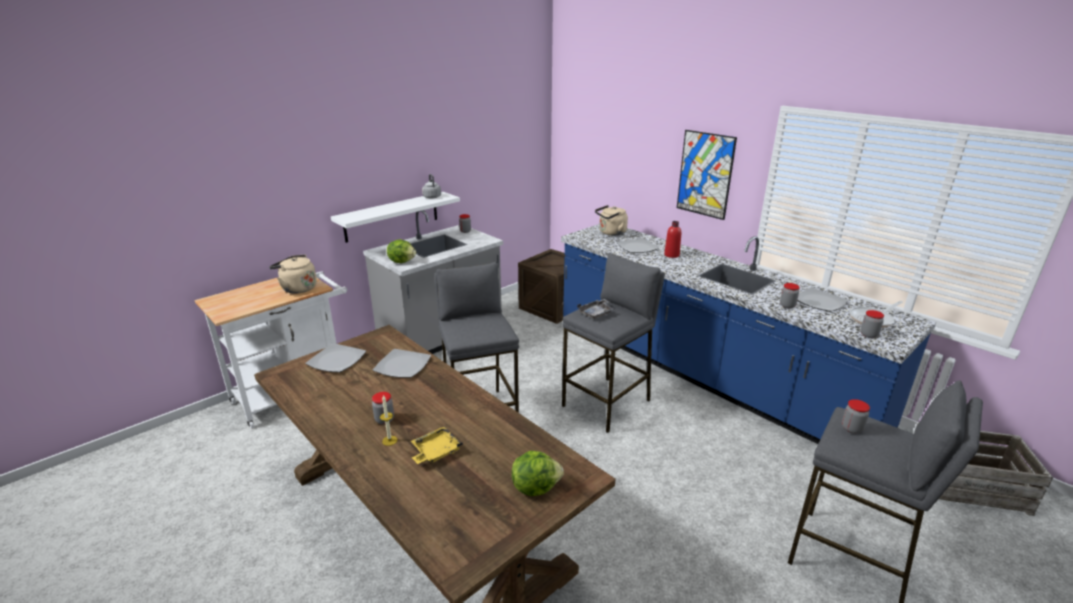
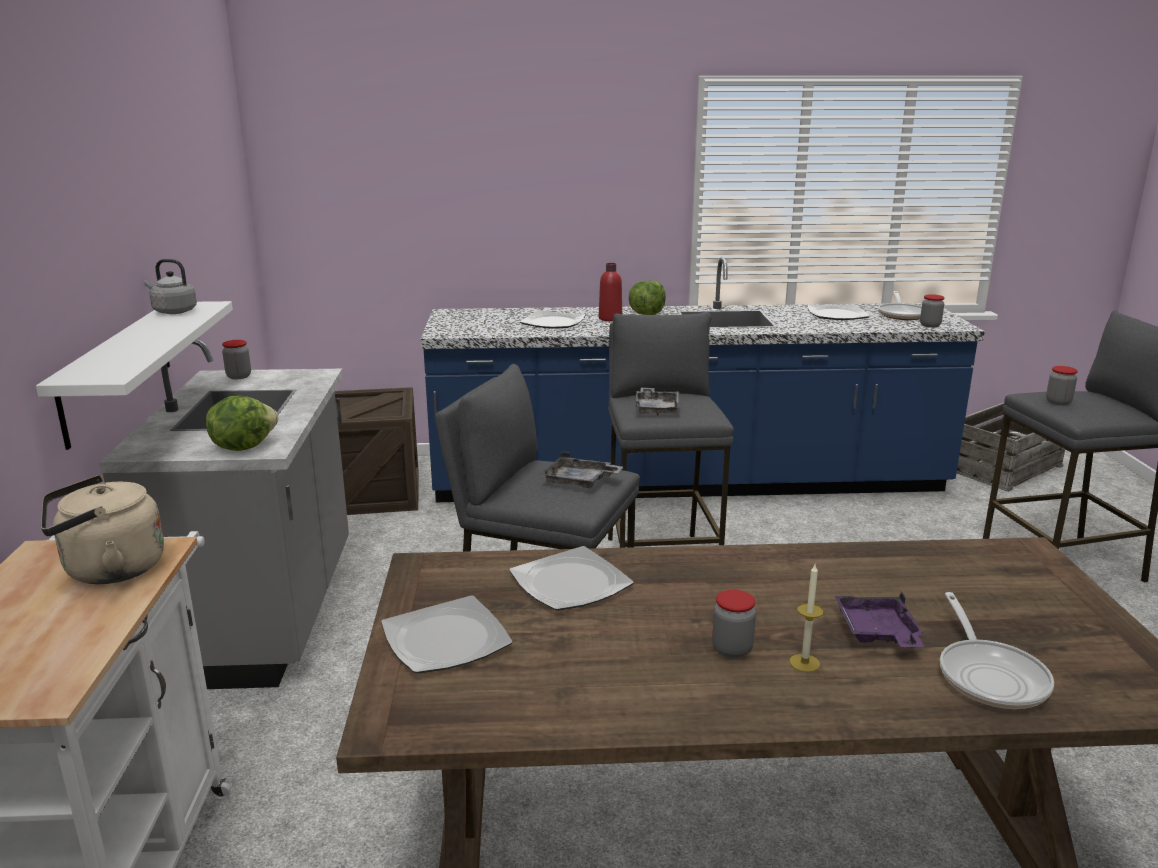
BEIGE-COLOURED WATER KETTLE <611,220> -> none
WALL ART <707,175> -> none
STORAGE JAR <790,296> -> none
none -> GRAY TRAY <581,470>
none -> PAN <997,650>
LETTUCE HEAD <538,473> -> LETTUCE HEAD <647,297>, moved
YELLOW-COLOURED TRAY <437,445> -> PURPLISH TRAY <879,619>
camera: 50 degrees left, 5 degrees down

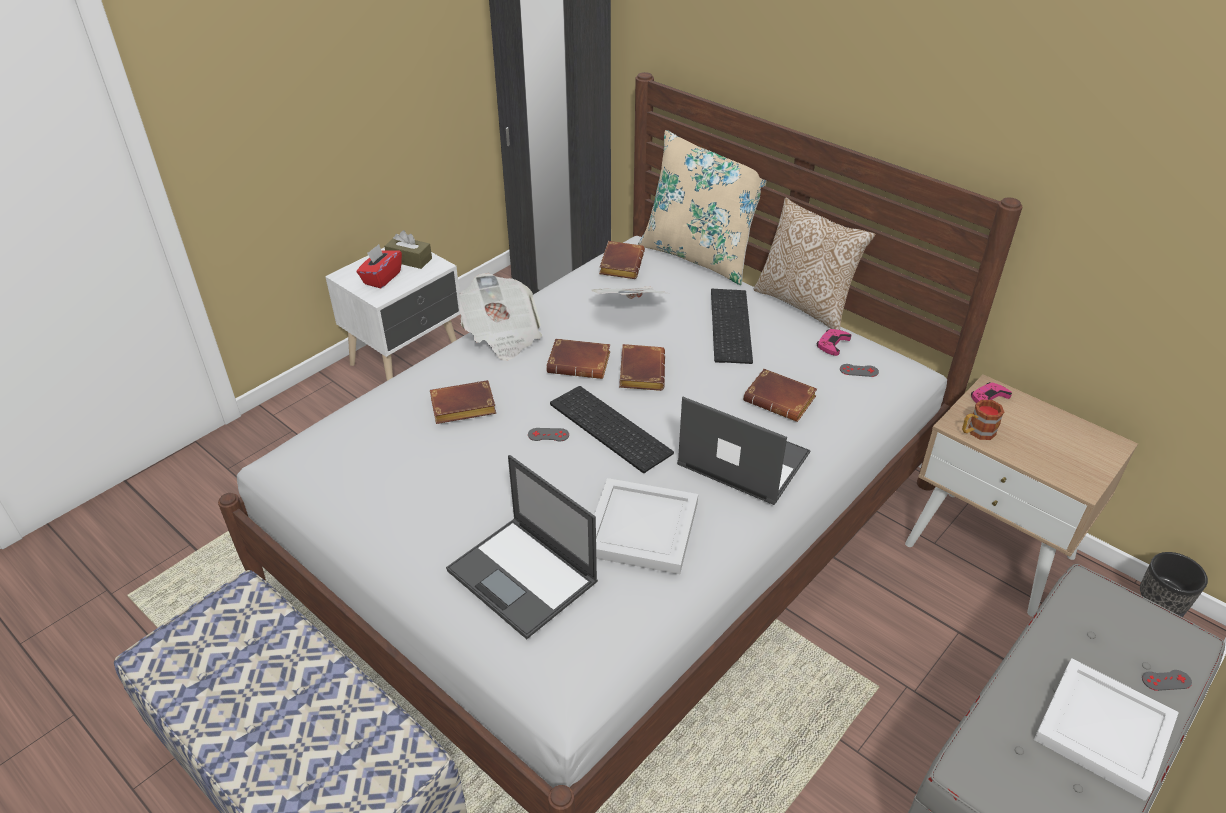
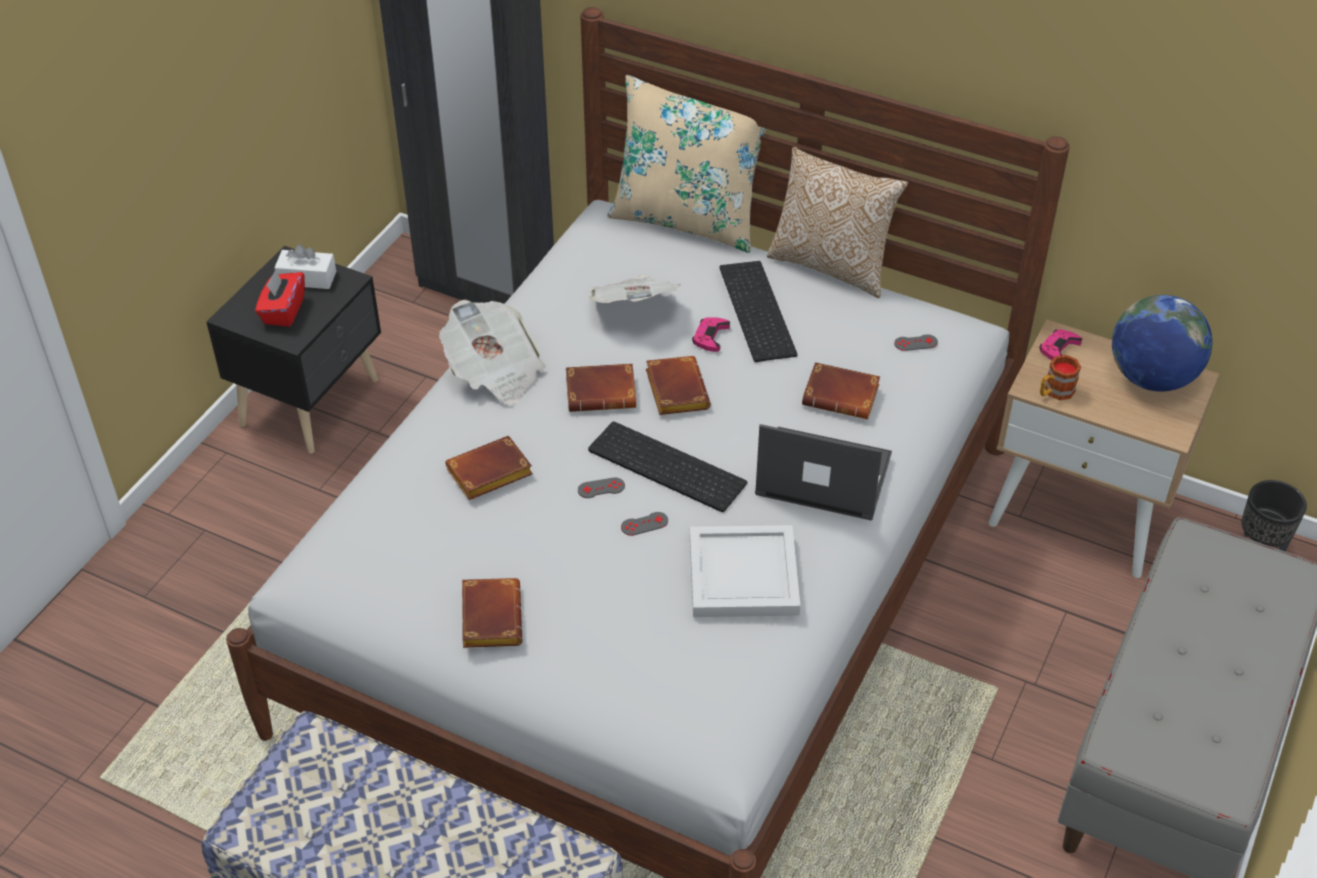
PORTABLE COMPUTER <522,547> -> none
WHITE-COLOURED TRAY <1106,729> -> none
none -> DESK GLOBE <1162,343>
BROWN-COLOURED BOUND BOOK <622,260> -> BROWN-COLOURED BOUND BOOK <492,613>, moved
PINK JOYPAD <834,342> -> PINK JOYPAD <711,334>, moved
GRAY JOYPAD <1167,680> -> GRAY JOYPAD <644,524>, moved
WHITE-COLOURED NIGHTSTAND <392,314> -> BLACKISH NIGHTSTAND <293,350>
BROWN-COLOURED BOX OF TISSUES <408,249> -> WHITE-COLOURED BOX OF TISSUES <305,266>
camera: 15 degrees left, 5 degrees up

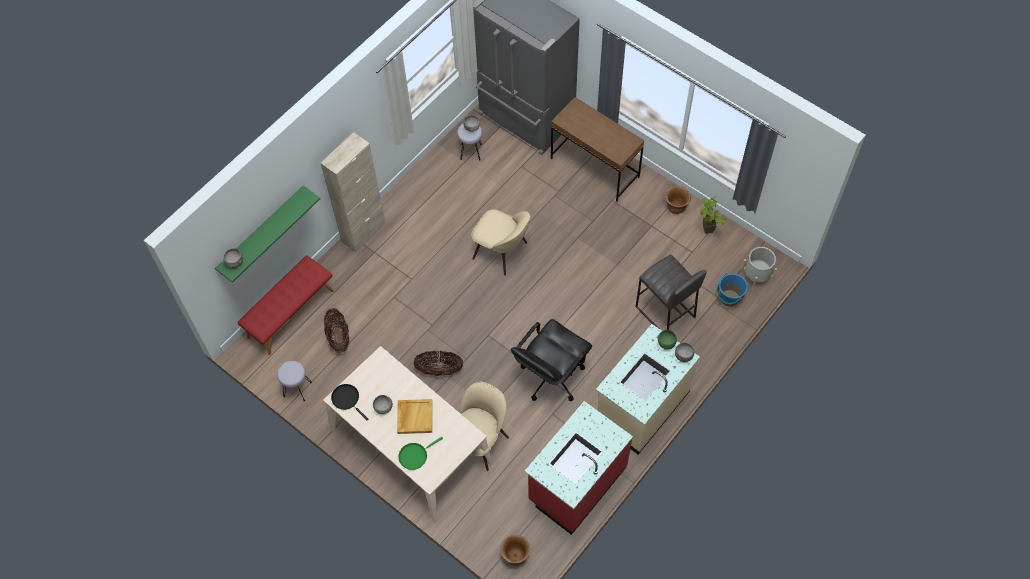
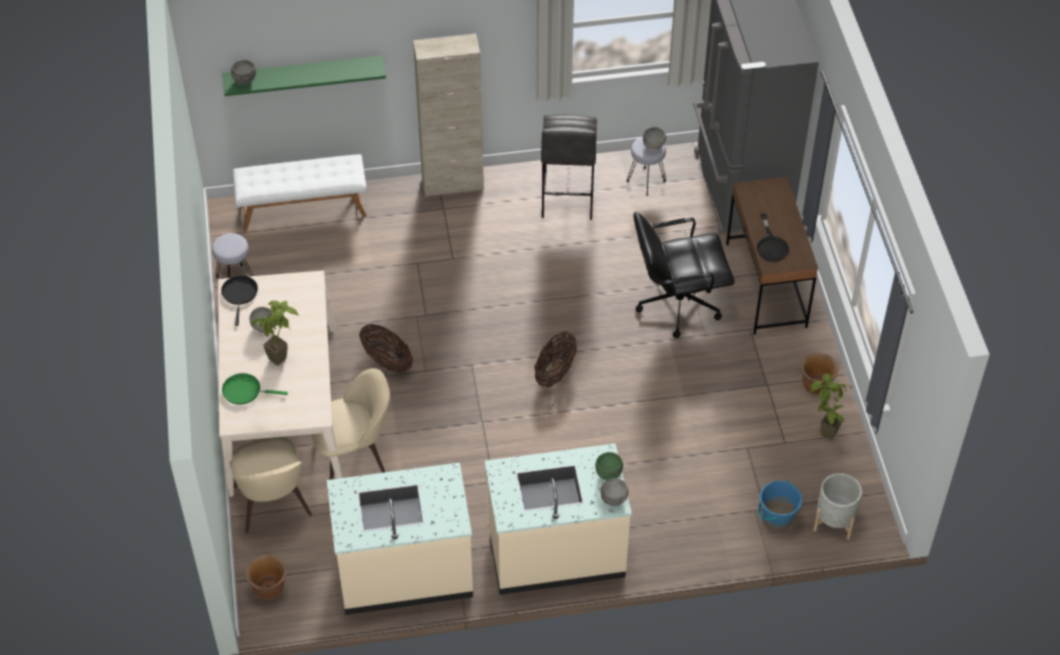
none -> BLACKISH PAN <773,237>
BASKET <336,330> -> BASKET <555,359>, moved
BEIGE-COLOURED CHAIR <500,242> -> BEIGE-COLOURED CHAIR <270,485>, moved
BLACKISH DESK CHAIR <551,360> -> BLACKISH DESK CHAIR <683,275>, moved
GRAY STOOL <671,292> -> GRAY STOOL <569,167>, moved
BEIGE-COLOURED TRAY <414,416> -> PLANT IN A POT <275,333>
REDDISH LONG SEAT <285,305> -> WHITE-COLOURED LONG SEAT <300,192>
REDDISH COUNTER <578,468> -> BEIGE-COLOURED COUNTER <400,539>
camera: 40 degrees right, 10 degrees down

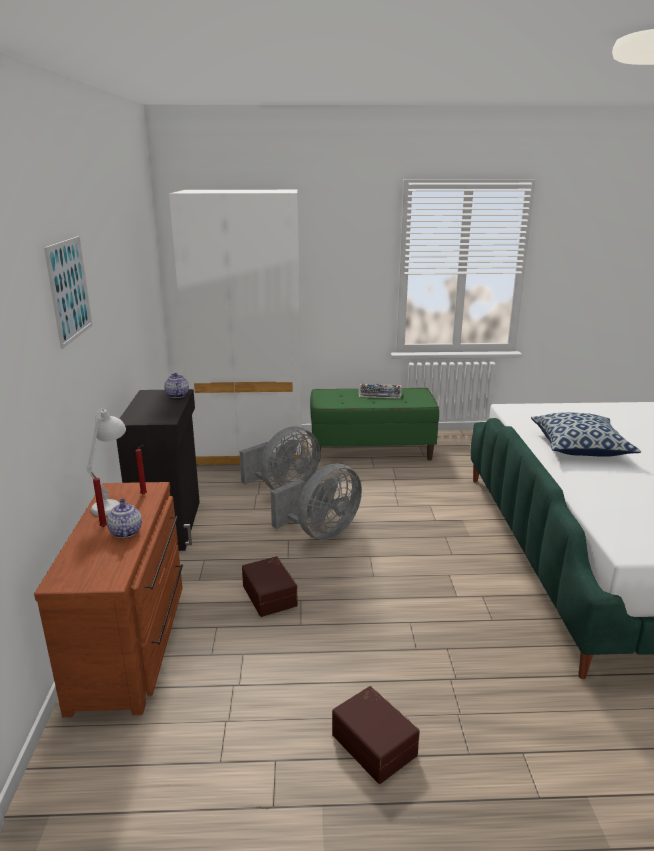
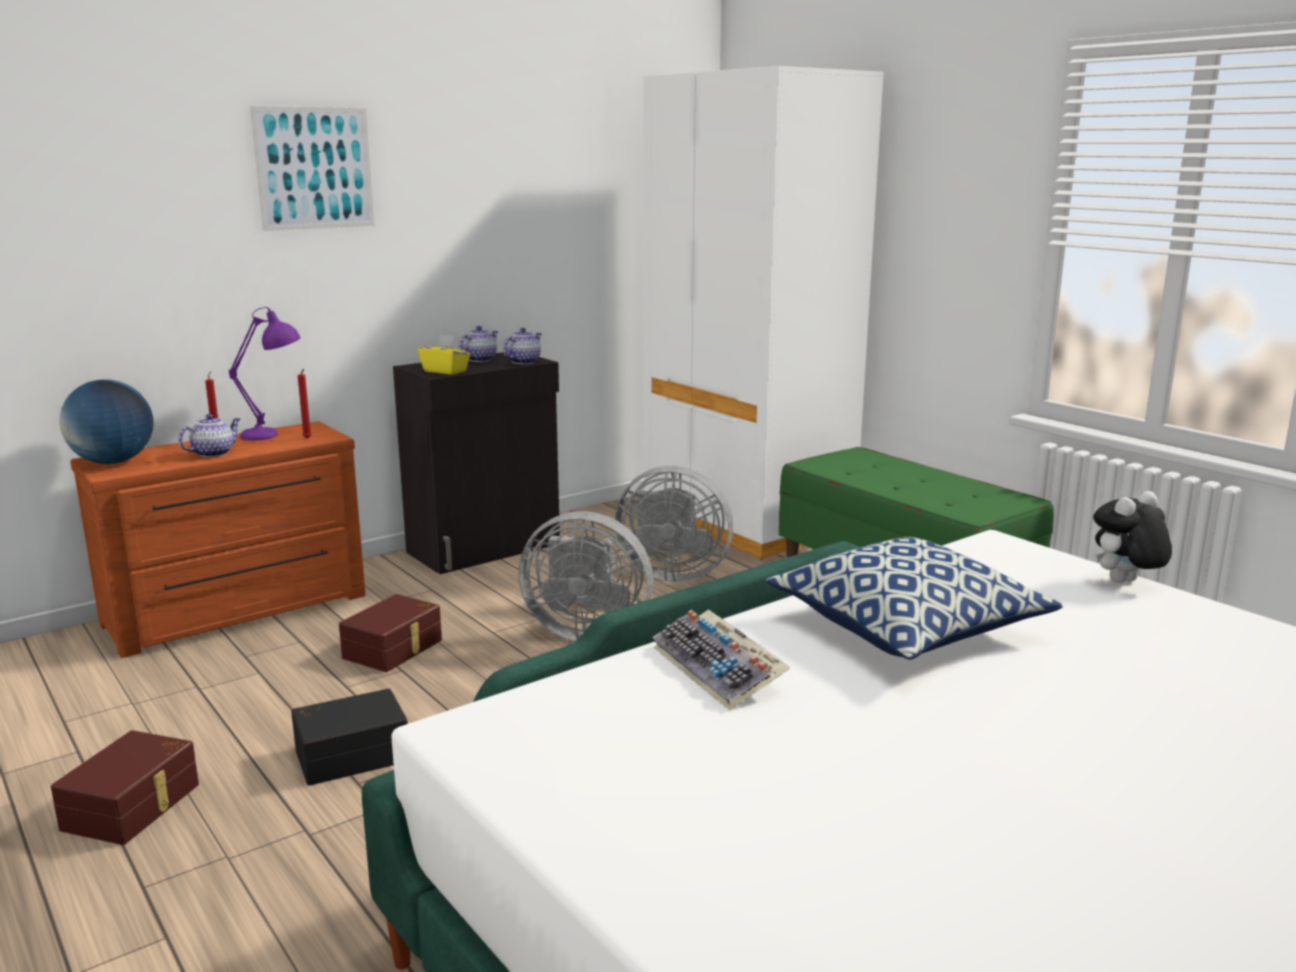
none -> DESK GLOBE <106,421>
none -> BLACKISH STORAGE BIN <349,737>
none -> YELLOW-COLOURED BOX OF TISSUES <444,354>
none -> POT FOR TEA <478,344>
none -> CUDDLY TOY <1132,537>
COMPUTER KEYBOARD <380,391> -> COMPUTER KEYBOARD <721,659>, moved
WHITE-COLOURED TABLETOP LAMP <106,462> -> PURPLISH TABLETOP LAMP <264,374>
camera: 55 degrees right, 5 degrees down

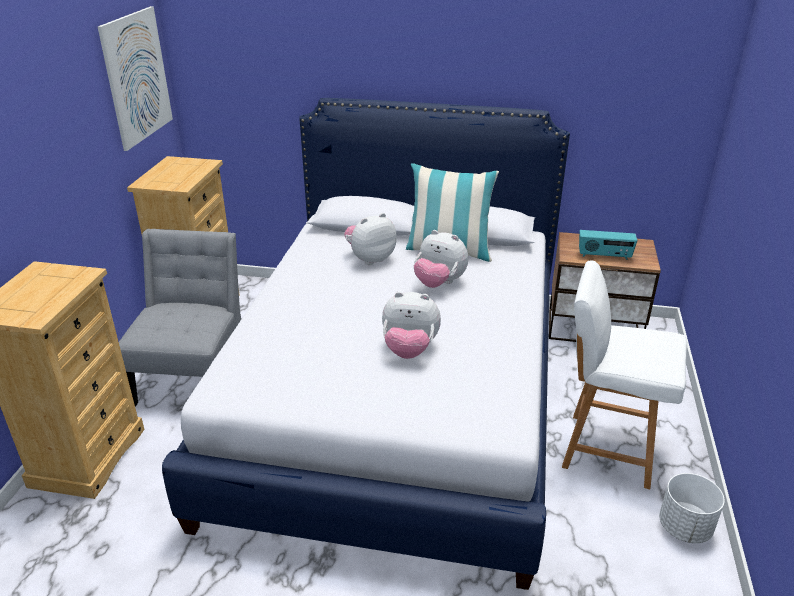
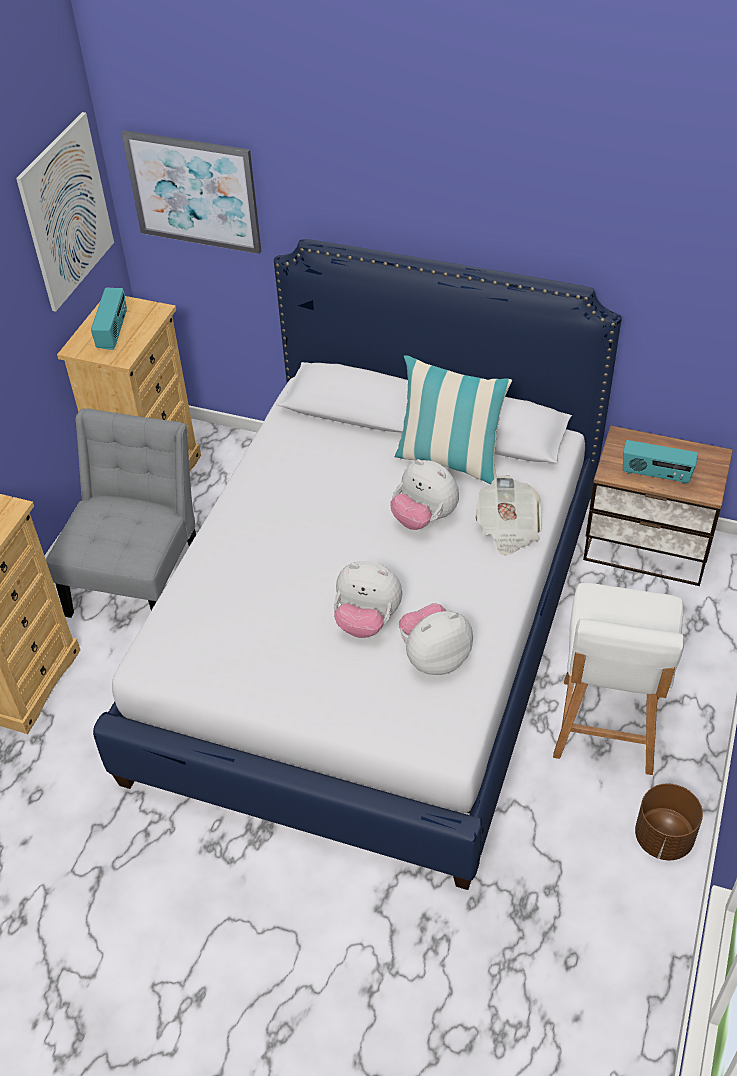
none -> RADIO RECEIVER <109,319>
none -> WALL ART <191,192>
none -> PRINTED PAPER <508,515>
CUDDLY TOY <370,239> -> CUDDLY TOY <436,639>, moved
WHITE-COLOURED PLANT POT <692,508> -> BROWN-COLOURED PLANT POT <669,821>
WHITE-COLOURED CHAIR <624,374> -> WHITE-COLOURED CHAIR <619,679>, 105 degrees counterclockwise
camera: 10 degrees right, 15 degrees up

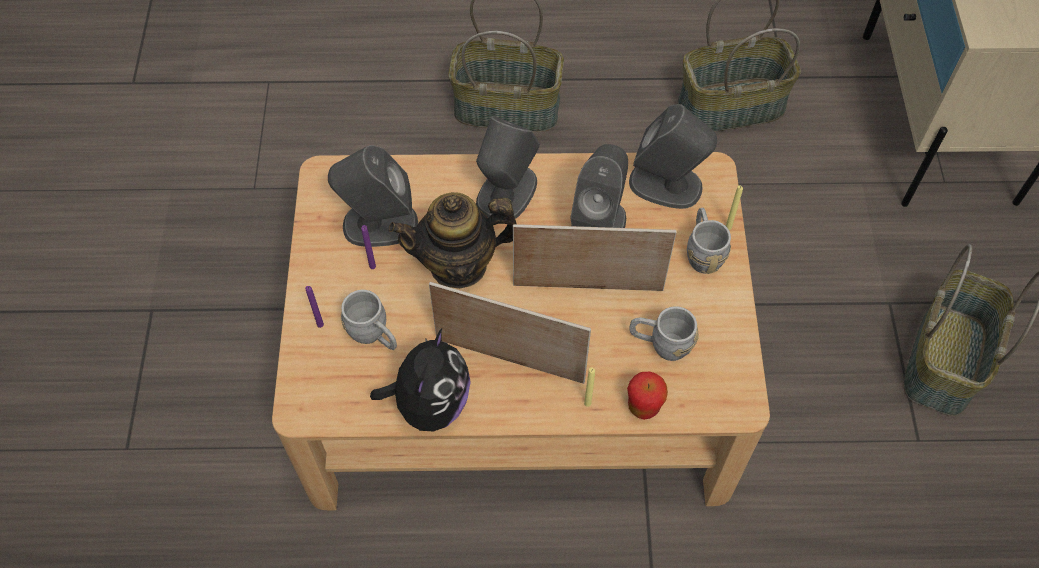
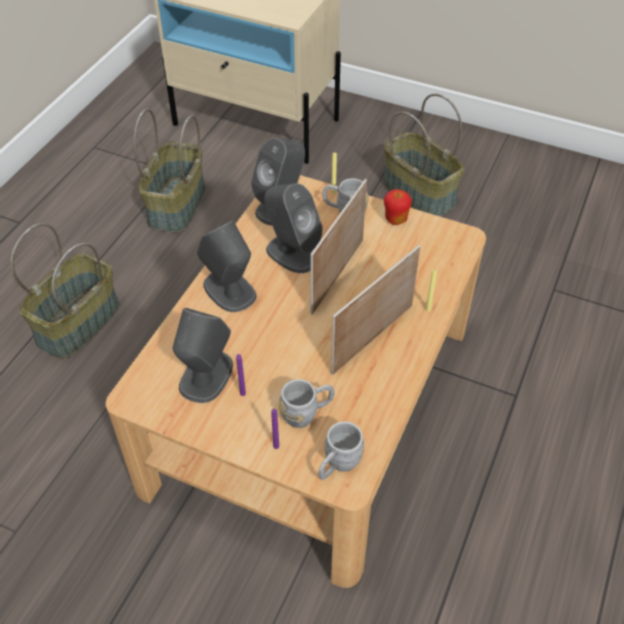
CUDDLY TOY <420,380> -> none
POT FOR TEA <453,240> -> none
APPLE FRUIT <647,395> -> APPLE FRUIT <398,207>, moved
GRAY MUG <664,333> -> GRAY MUG <341,450>, moved
camera: 65 degrees left, 10 degrees down

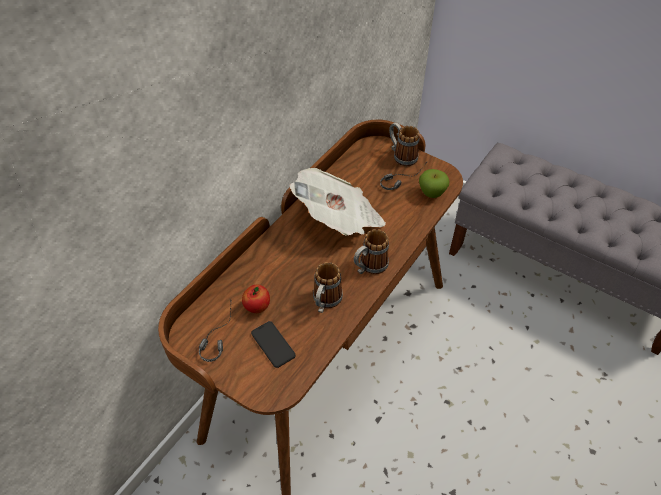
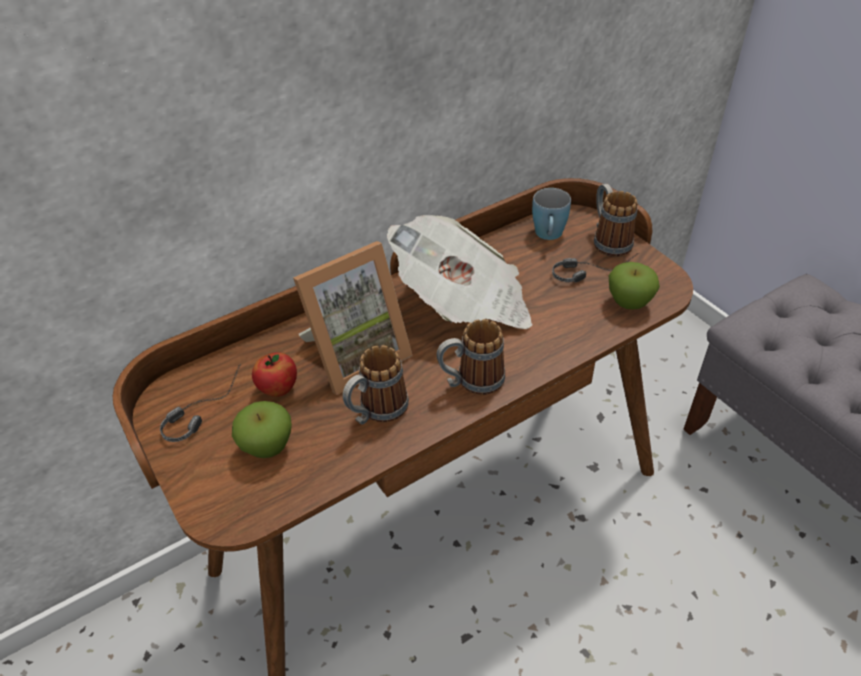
none -> STANDING FRAME <353,318>
none -> BLUE MUG <551,214>
TELEPHONE <273,344> -> APPLE FRUIT <262,429>
camera: 25 degrees right, 5 degrees down

